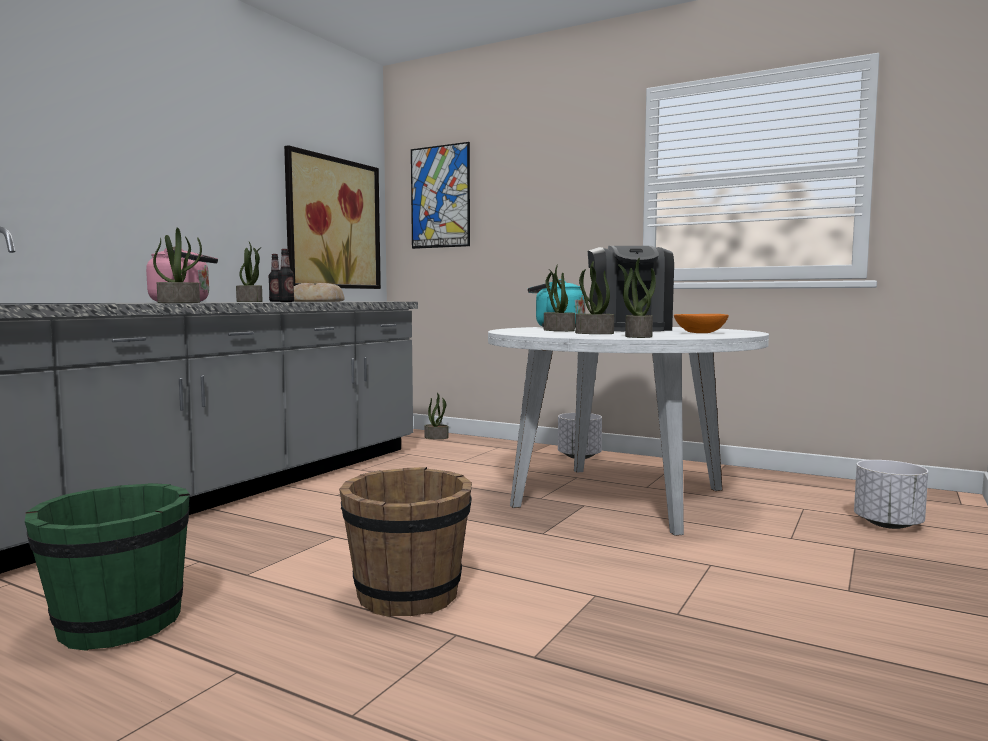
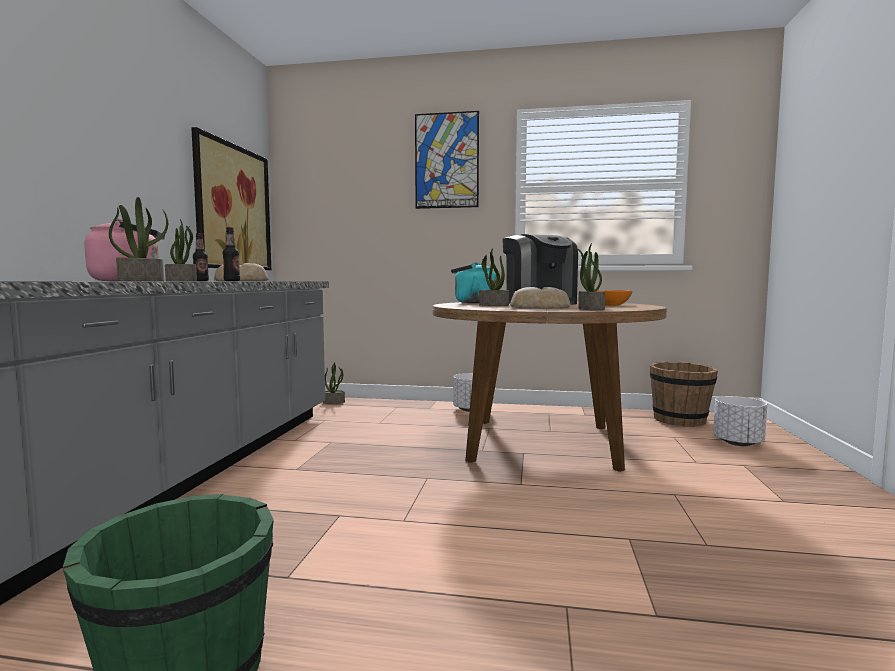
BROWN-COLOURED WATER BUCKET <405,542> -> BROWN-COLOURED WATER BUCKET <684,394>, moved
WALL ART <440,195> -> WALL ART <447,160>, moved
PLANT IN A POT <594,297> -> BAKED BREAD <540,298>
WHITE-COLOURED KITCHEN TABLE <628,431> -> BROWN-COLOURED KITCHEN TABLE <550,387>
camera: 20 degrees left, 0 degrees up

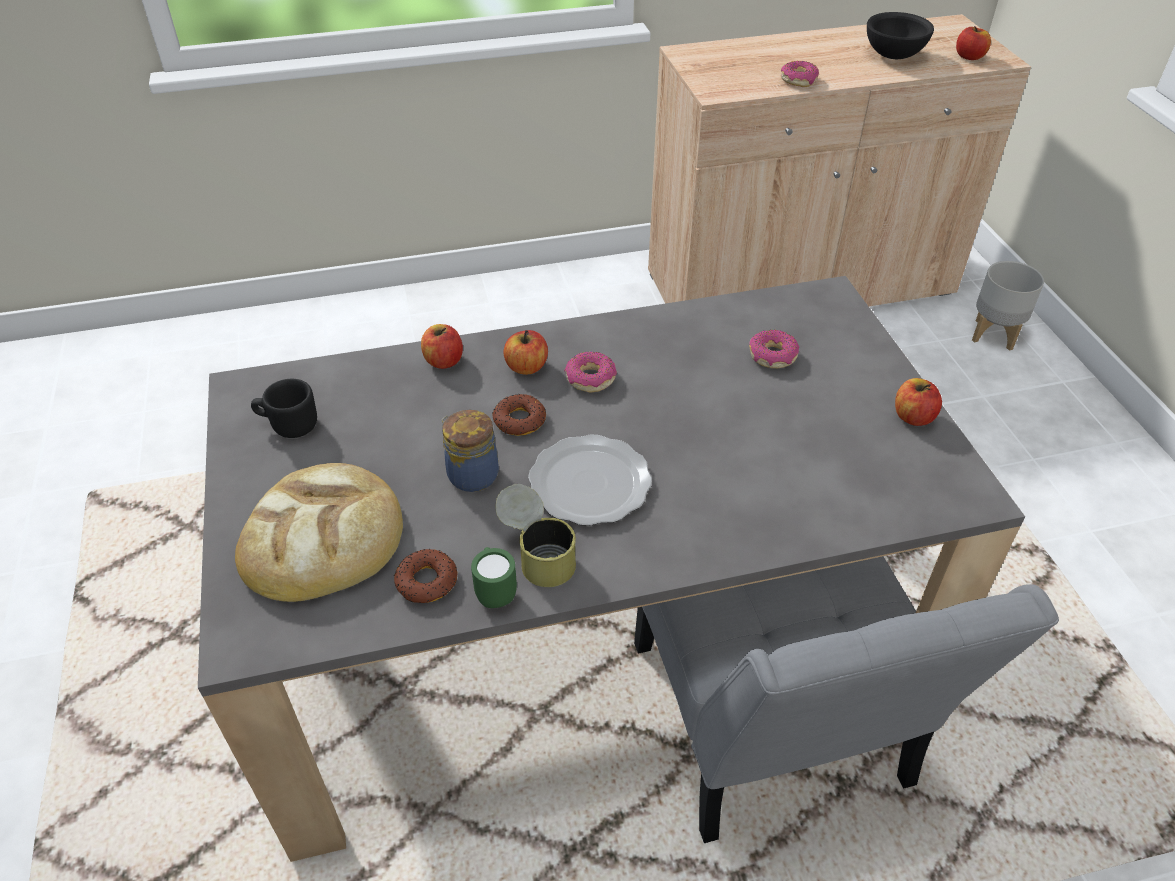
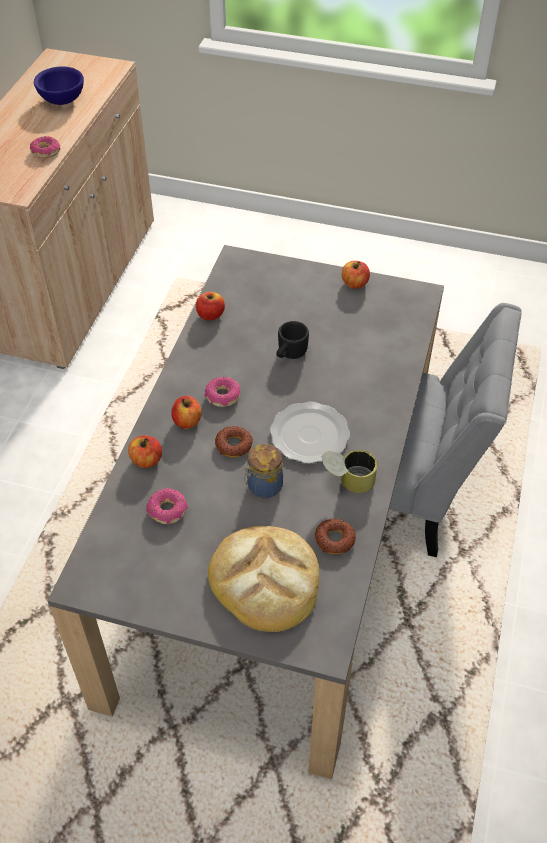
GREEN-COLOURED MUG <494,577> -> none
GRAY PLANT POT <1008,306> -> none
BLACKISH MUG <284,408> -> BLACKISH MUG <292,340>, moved
DOUGHNUT <774,349> -> DOUGHNUT <167,506>, moved
APPLE FRUIT <973,43> -> APPLE FRUIT <210,306>, moved
BLACKISH DEEP DISH <900,35> -> BLUE DEEP DISH <59,86>
camera: 60 degrees left, 5 degrees up

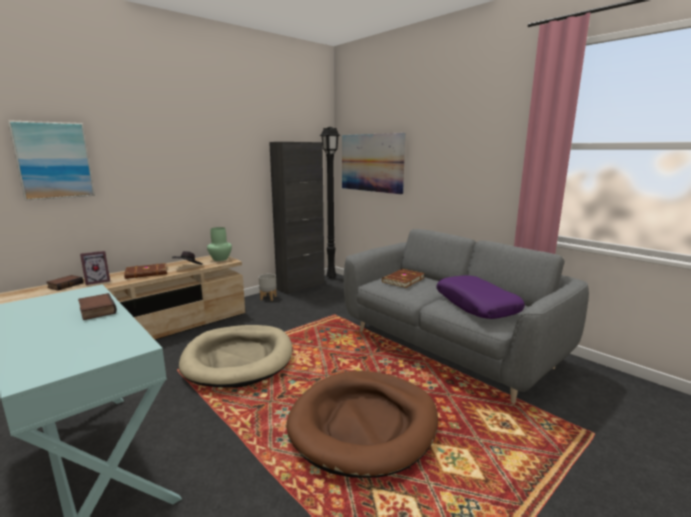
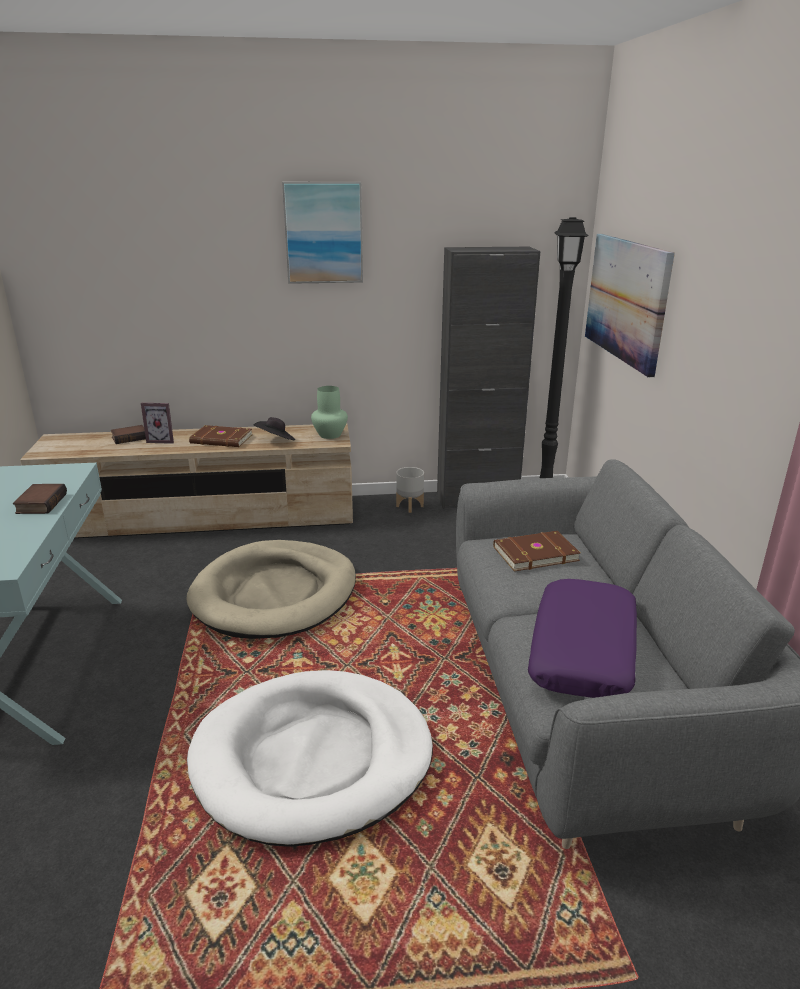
WALL ART <51,160> -> WALL ART <322,233>, moved
BROWN-COLOURED DOG CUSHION <362,424> -> WHITE-COLOURED DOG CUSHION <310,758>
camera: 35 degrees right, 10 degrees up

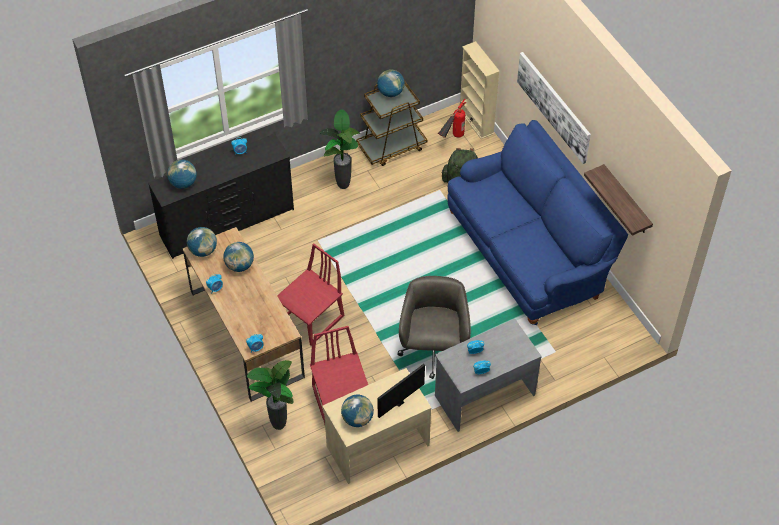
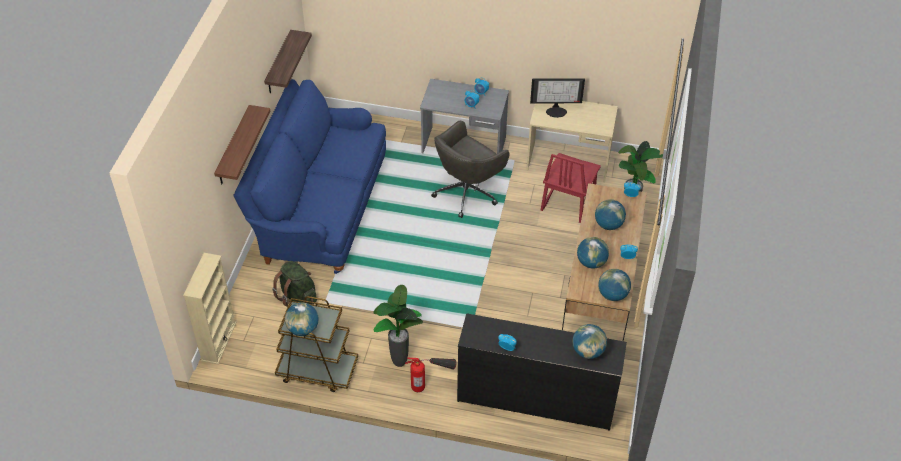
REDDISH CHAIR <310,294> -> none
DESK GLOBE <357,411> -> DESK GLOBE <610,214>, moved
FIRE EXTINGUISHER <452,118> -> FIRE EXTINGUISHER <430,375>, moved
WALL ART <554,108> -> SHELF <242,144>
camera: 140 degrees left, 5 degrees down

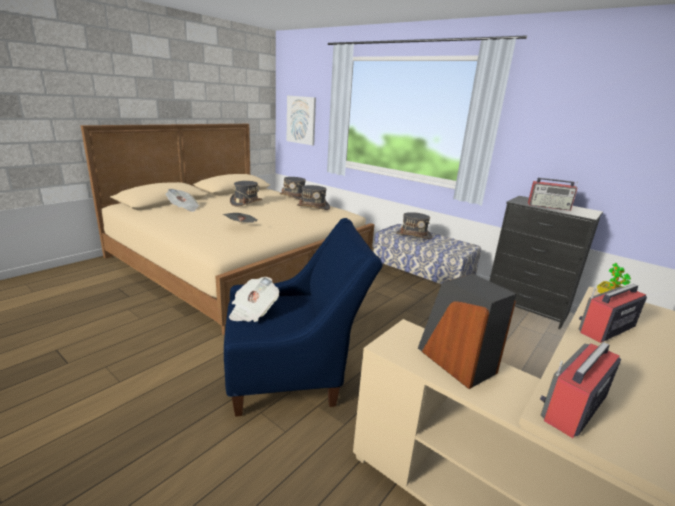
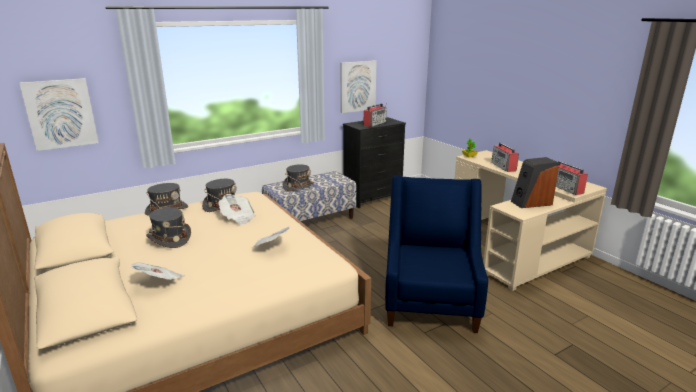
none -> WALL ART <358,86>
PRINTED PAPER <254,299> -> PRINTED PAPER <237,209>, moved
camera: 70 degrees left, 0 degrees up

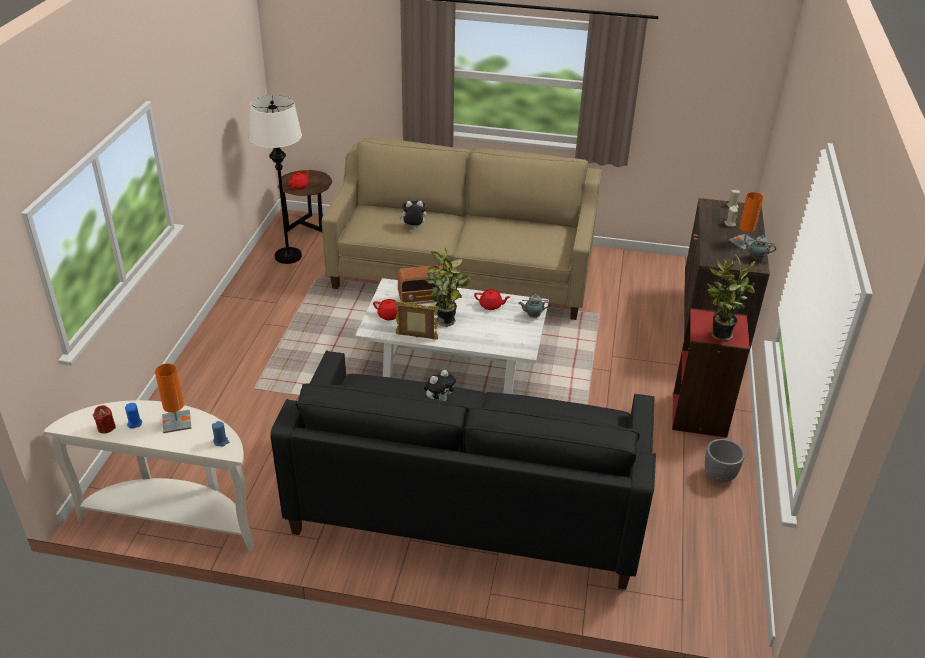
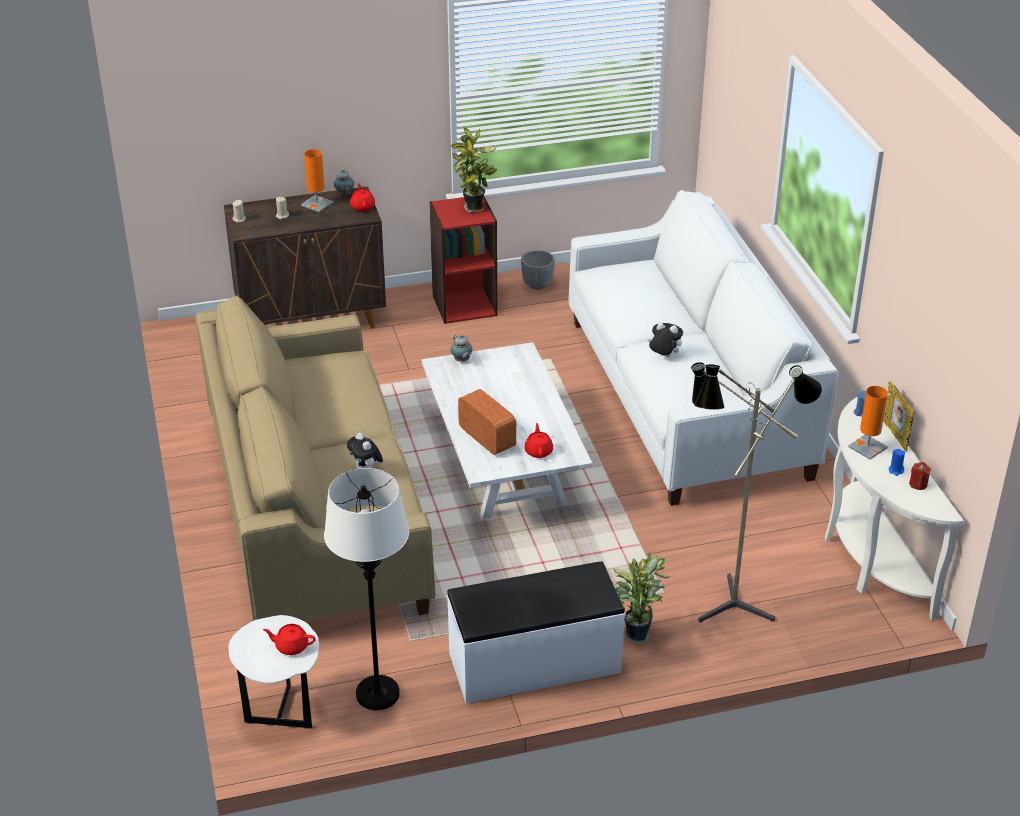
none -> WHITE-COLOURED LONG SEAT <536,632>
none -> STANDING LAMP <756,492>
STANDING FRAME <417,320> -> STANDING FRAME <898,416>, moved
PLANT IN A POT <448,287> -> PLANT IN A POT <642,597>, moved
REDDISH POT FOR TEA <492,299> -> REDDISH POT FOR TEA <362,197>, moved
BLACKISH SOFA <463,470> -> WHITE-COLOURED SOFA <703,348>
BROWN-COLOURED ACCENT TABLE <305,201> -> WHITE-COLOURED ACCENT TABLE <273,672>
camera: 115 degrees left, 0 degrees up

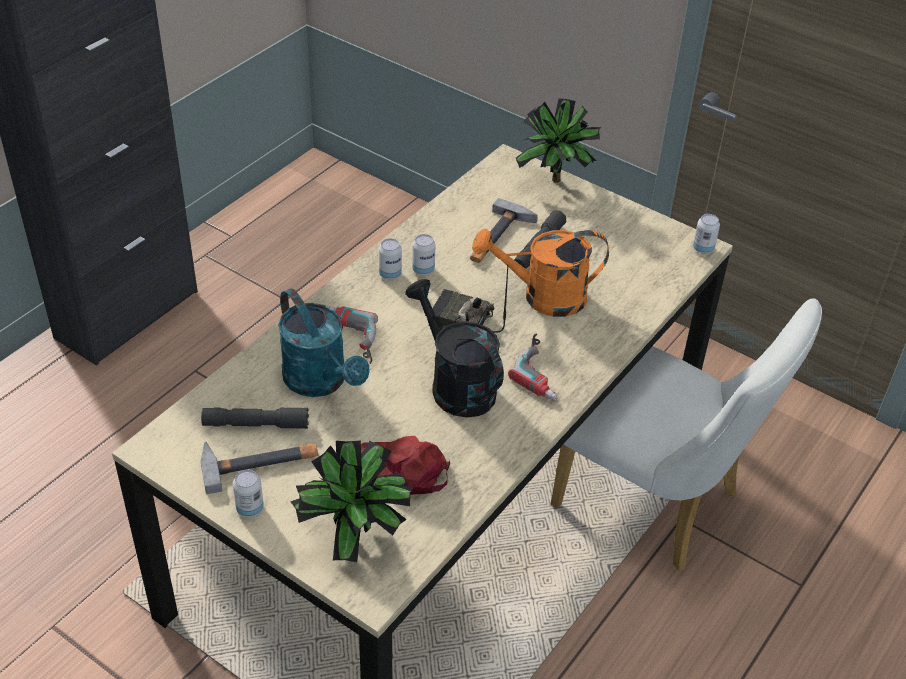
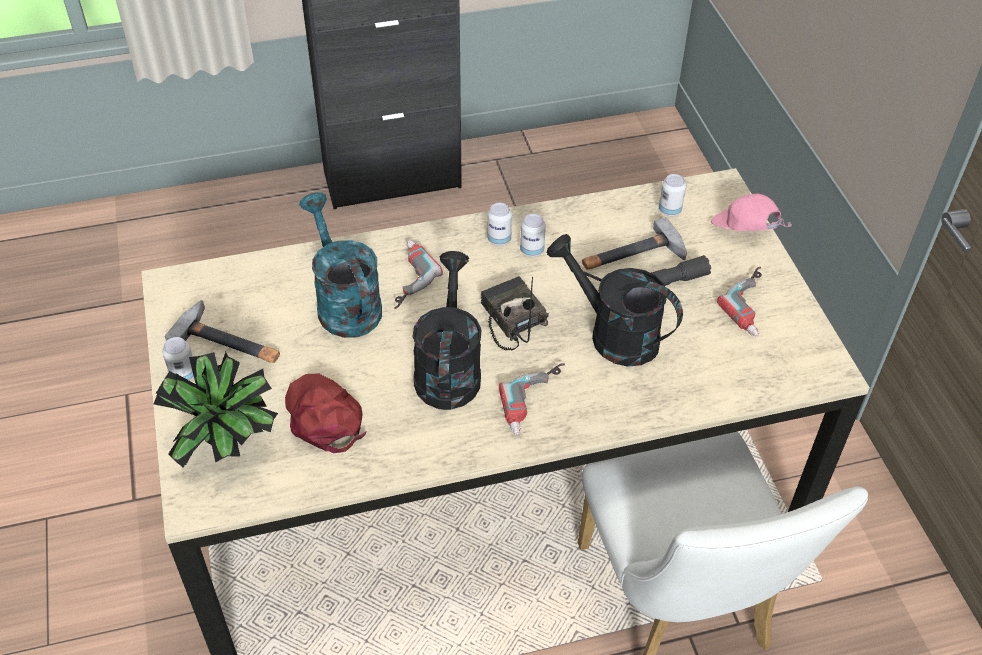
GRAY TORCH <255,418> -> none
none -> DRILL <739,302>
SEALED CAN <706,234> -> SEALED CAN <672,195>, moved
PLANT IN A POT <558,141> -> PINK PEAKED CAP <751,212>
ORANGEY WATERING CAN <540,273> -> BLACKISH WATERING CAN <614,300>
TURQUOISE-COLOURED WATERING CAN <324,342> -> TURQUOISE-COLOURED WATERING CAN <340,265>, 150 degrees clockwise
camera: 40 degrees right, 5 degrees up

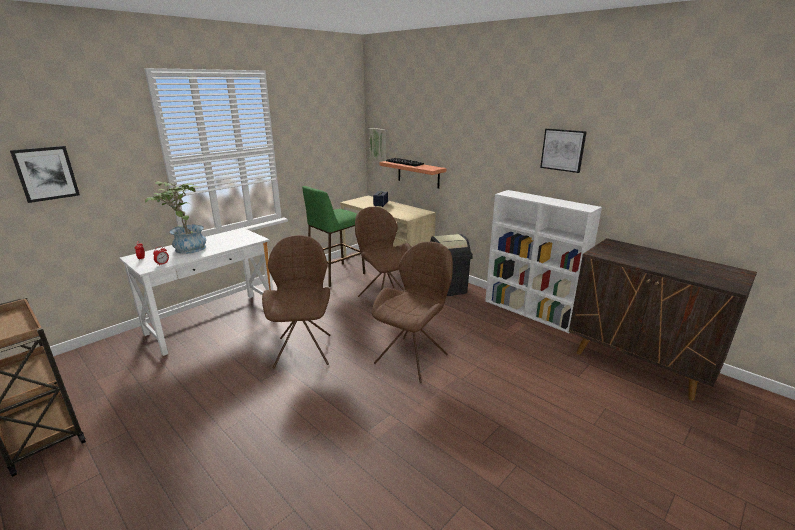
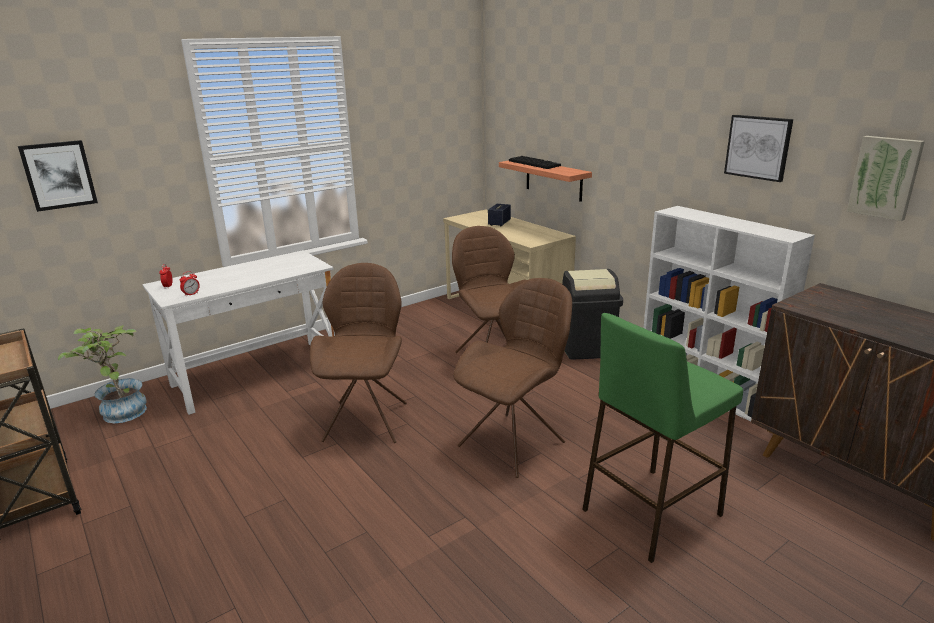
PLANT IN A POT <175,217> -> PLANT IN A POT <102,374>, moved
GREEN-COLOURED STOOL <333,236> -> GREEN-COLOURED STOOL <662,438>, moved
WALL ART <377,145> -> WALL ART <886,178>, moved
camera: 10 degrees right, 0 degrees up

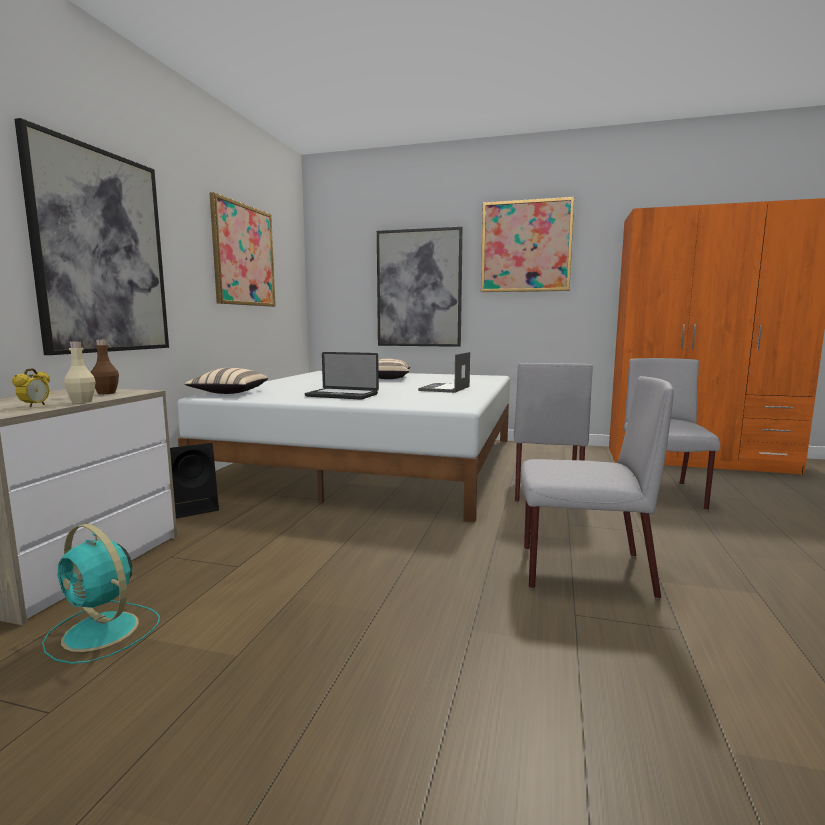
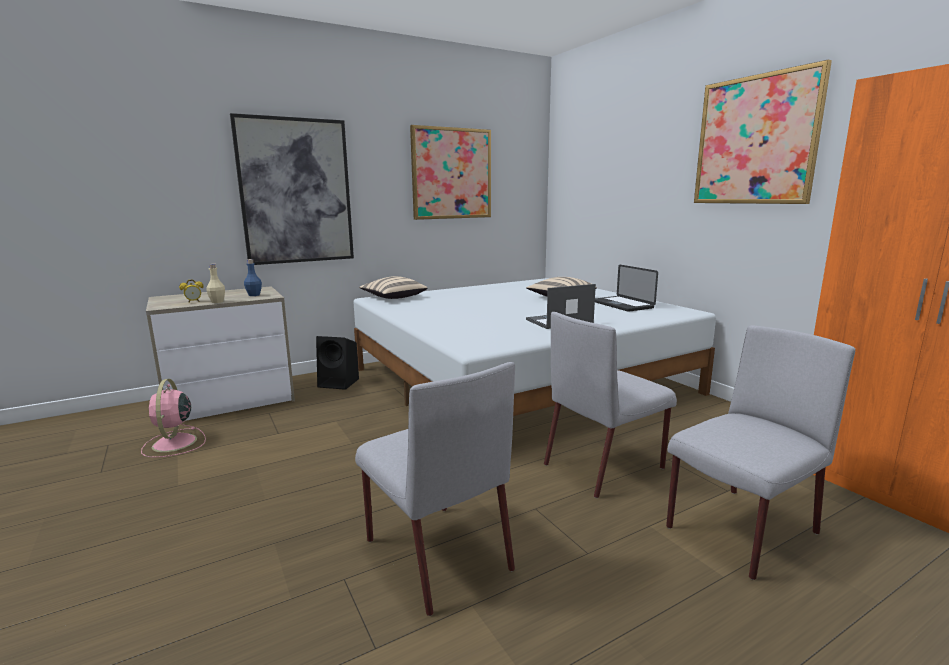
WALL ART <420,287> -> none
PORTABLE COMPUTER <342,376> -> PORTABLE COMPUTER <626,288>, moved
TURQUOISE-COLOURED COOLING FAN <101,594> -> PINK COOLING FAN <173,418>
BROWN-COLOURED BEVERAGE BOTTLE <105,366> -> BLUE BEVERAGE BOTTLE <253,277>
camera: 45 degrees right, 5 degrees up

